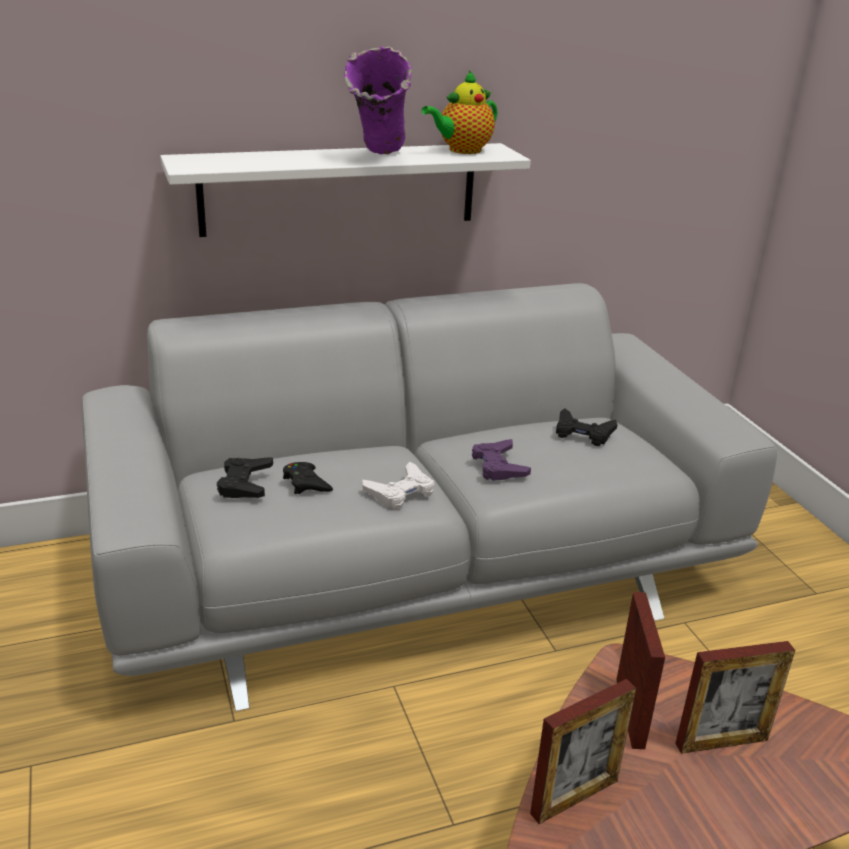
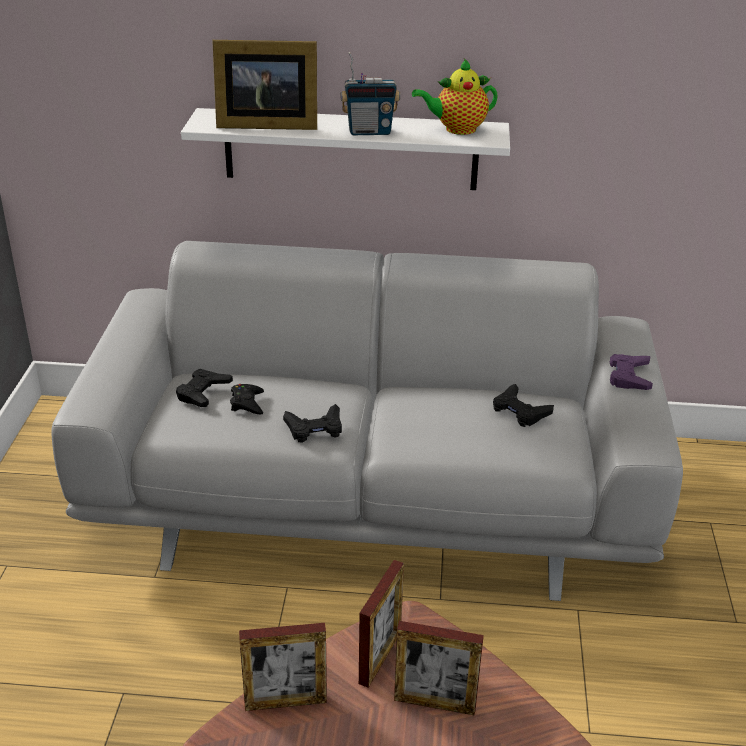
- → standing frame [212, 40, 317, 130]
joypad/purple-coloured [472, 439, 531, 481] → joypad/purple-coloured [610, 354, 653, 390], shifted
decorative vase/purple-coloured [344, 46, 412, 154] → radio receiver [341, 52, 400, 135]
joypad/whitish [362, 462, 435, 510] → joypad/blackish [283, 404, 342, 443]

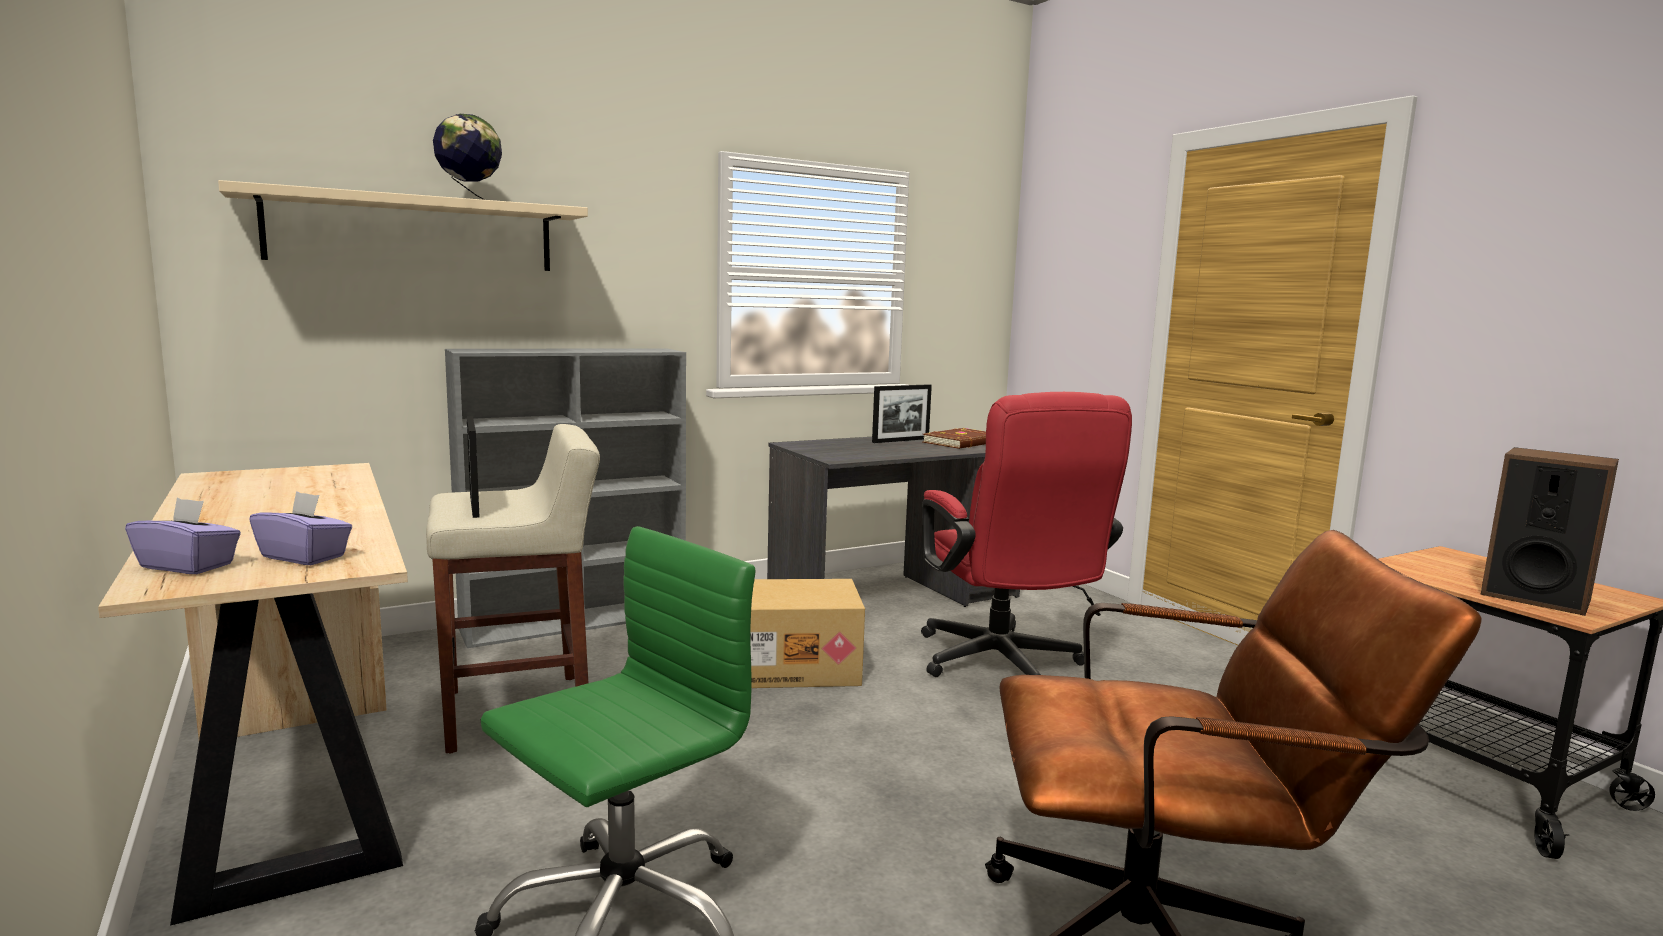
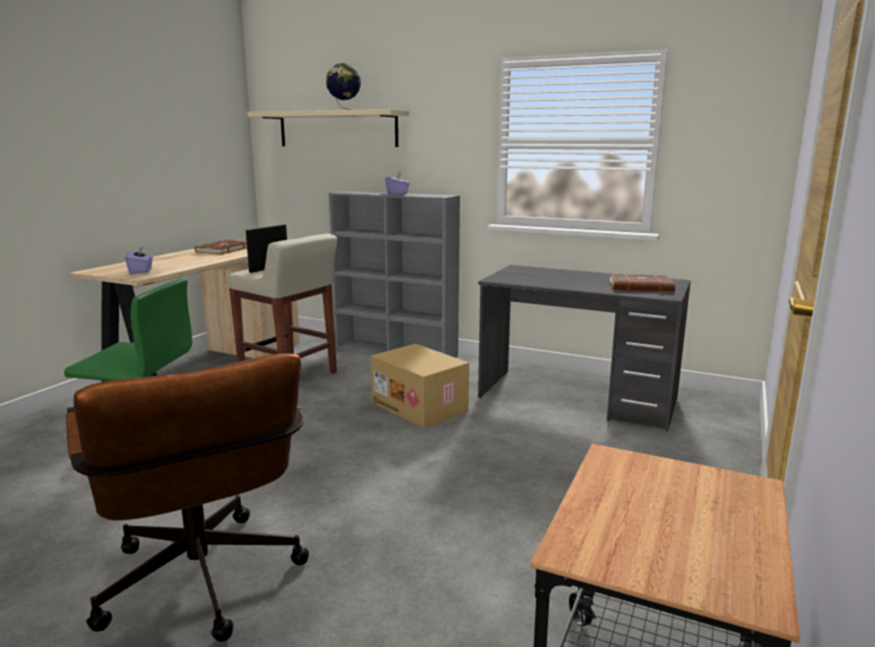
standing frame [872, 384, 932, 443] → -
computer chair/red-coloured [921, 392, 1132, 677] → -
speaker [1481, 447, 1619, 616] → -
- → volume/brown [195, 240, 247, 254]
tissue holder/purple-coloured [125, 498, 241, 574] → tissue holder/purple-coloured [385, 172, 409, 195], shifted

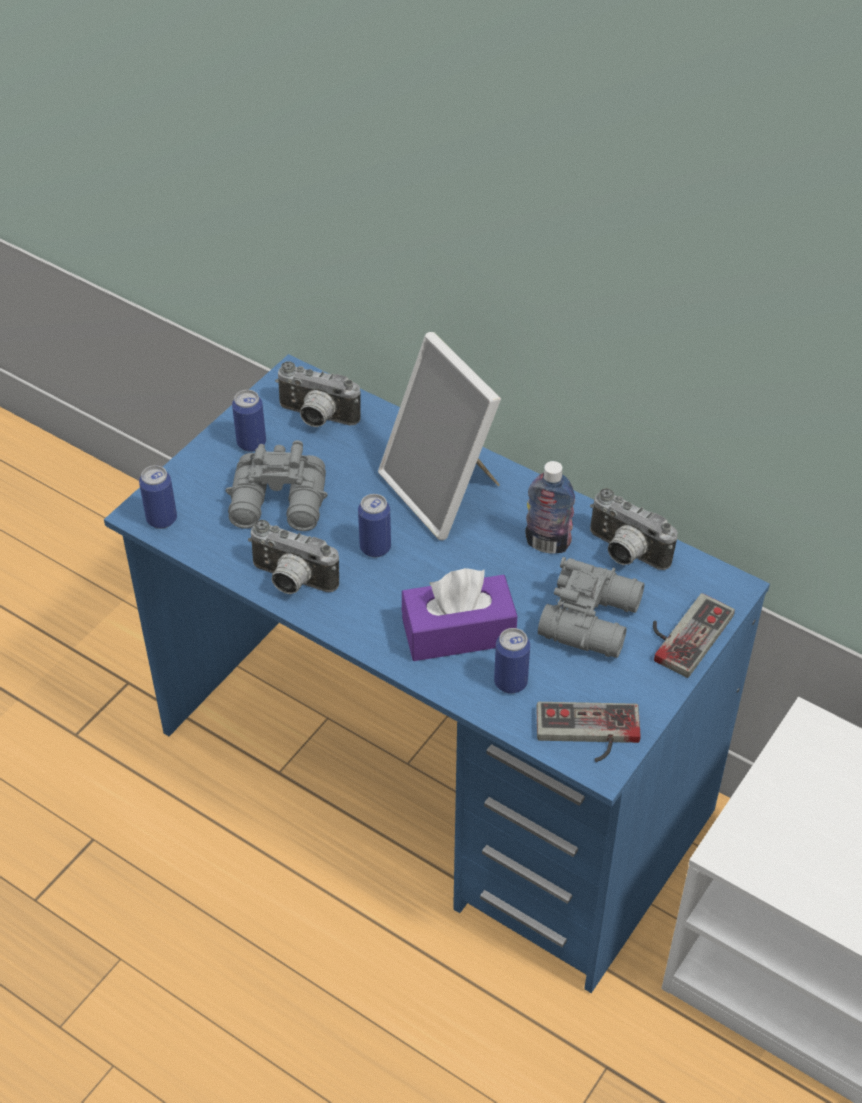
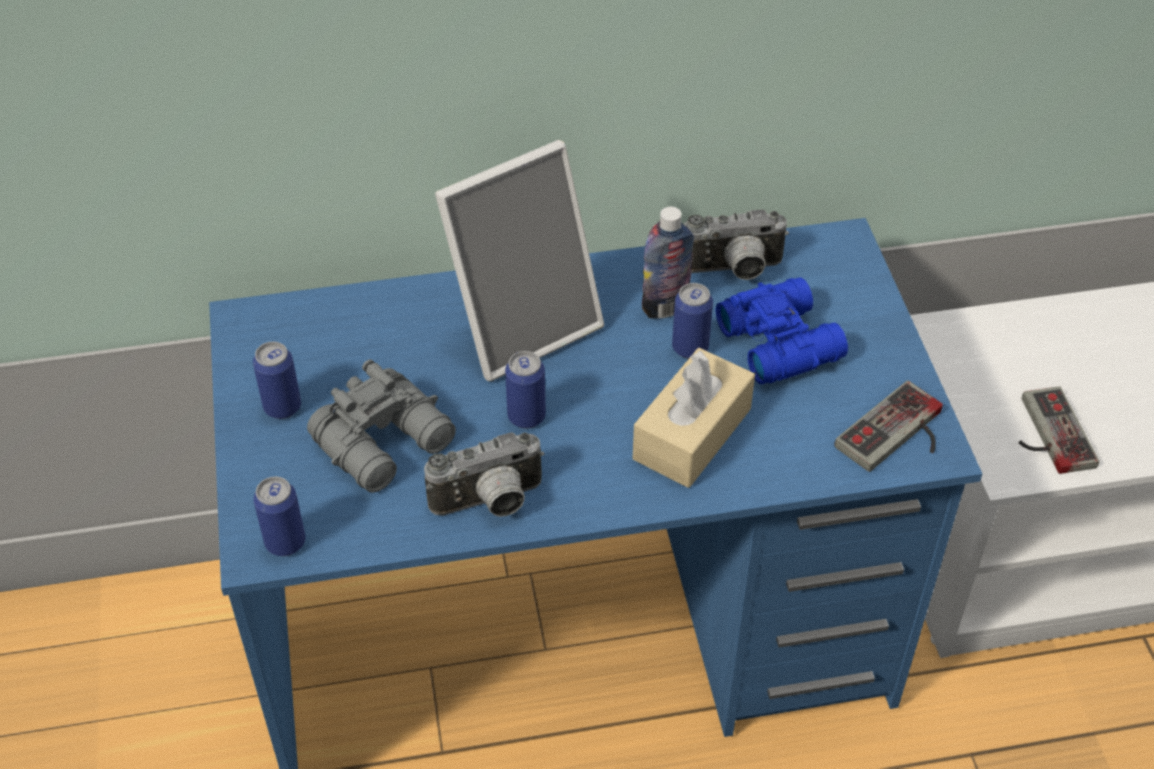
still camera [275, 362, 361, 427] → -
sealed can [494, 628, 530, 694] → sealed can [672, 283, 713, 359], shifted
joypad [653, 593, 735, 678] → joypad [1019, 386, 1099, 474], shifted
tissue holder/purple-coloured [402, 568, 517, 661] → tissue holder/beige [633, 348, 755, 488]
pair of binoculars/gray [538, 557, 645, 658] → pair of binoculars/blue-coloured [715, 277, 848, 385]
standing frame [378, 332, 501, 540] → standing frame [435, 140, 604, 381], 45 degrees counterclockwise

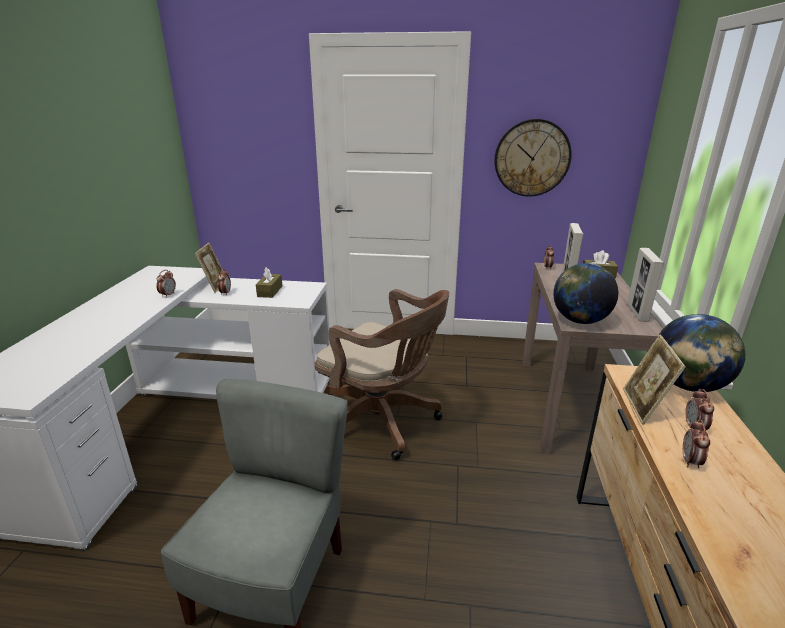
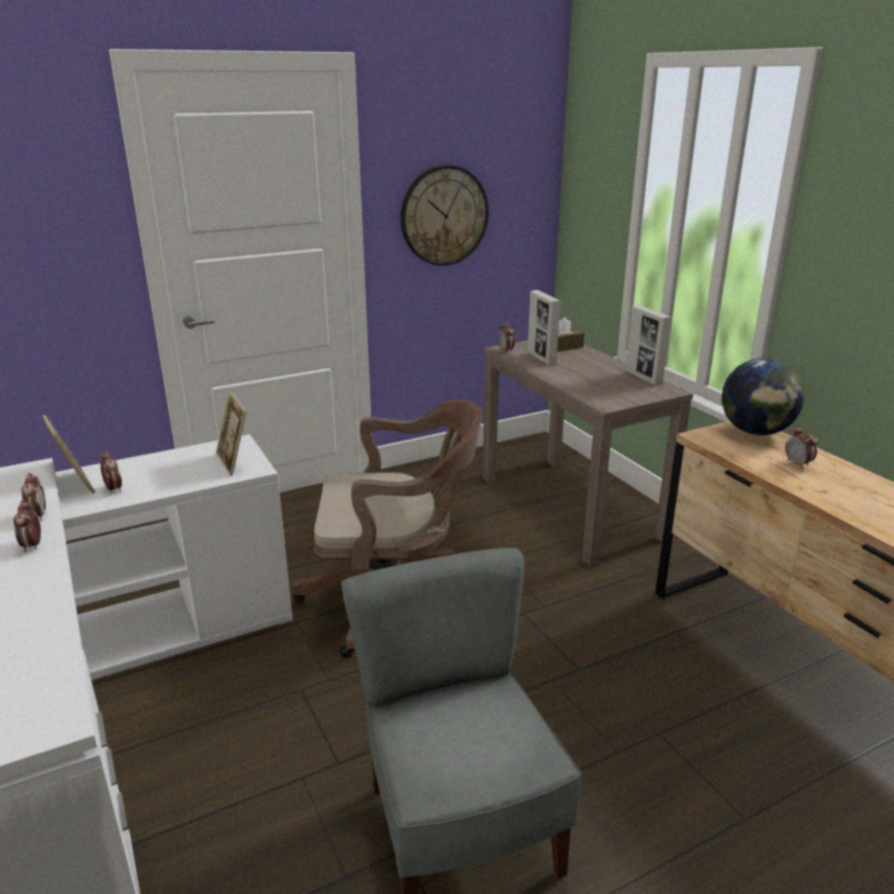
tissue holder/brown [256, 267, 282, 298] → -
world globe [553, 263, 618, 324] → -
standing frame [623, 334, 685, 425] → standing frame [216, 391, 247, 476], shifted
alarm clock [683, 419, 710, 468] → alarm clock [13, 500, 41, 552], shifted

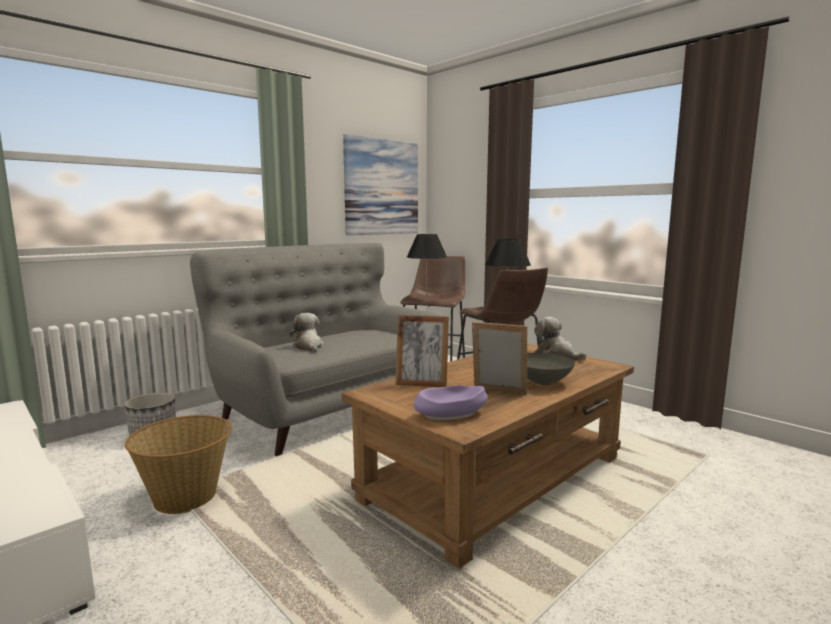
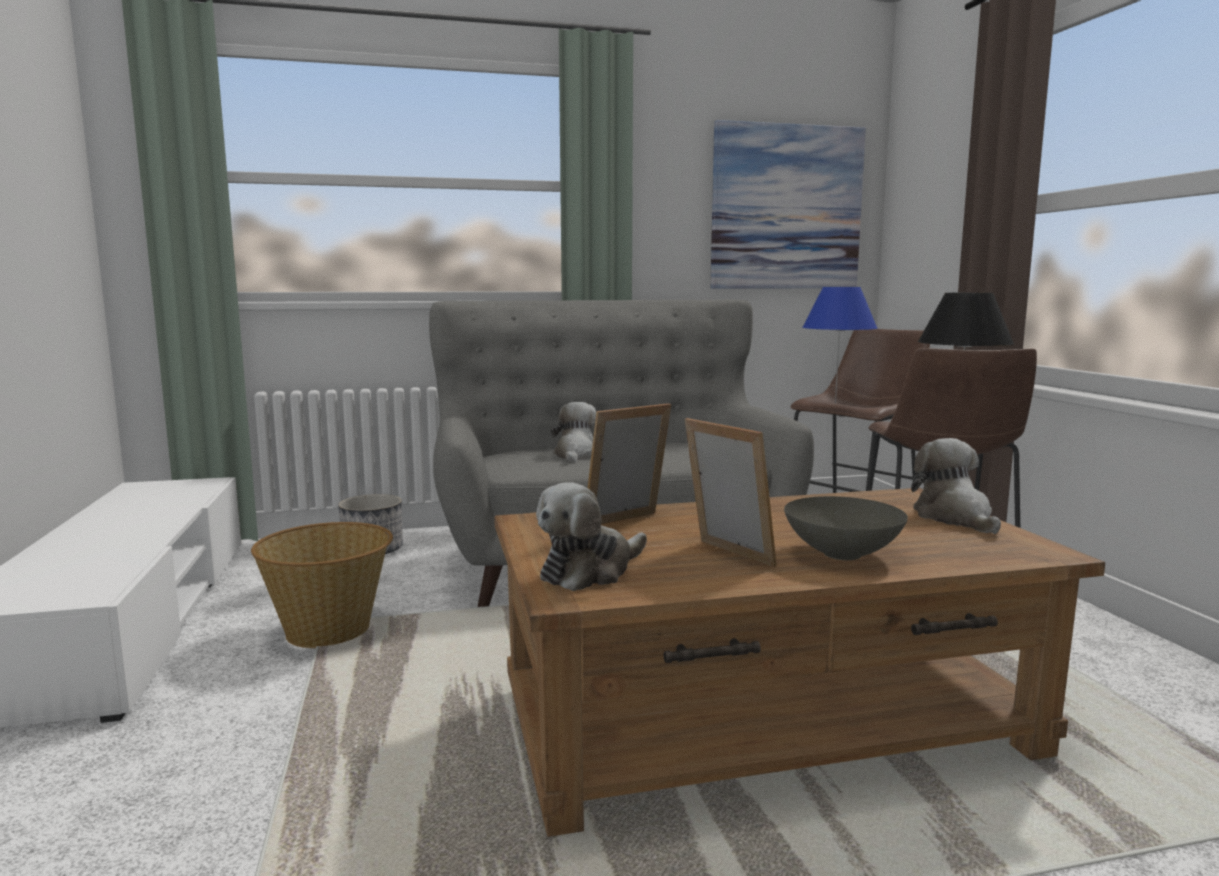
bowl/purple-coloured [413, 385, 488, 420] → plush toy [536, 482, 647, 591]
tabletop lamp/blackish [407, 234, 447, 299] → tabletop lamp/blue-coloured [802, 287, 878, 403]
standing frame [396, 315, 449, 387] → standing frame [588, 403, 671, 524], 105 degrees clockwise

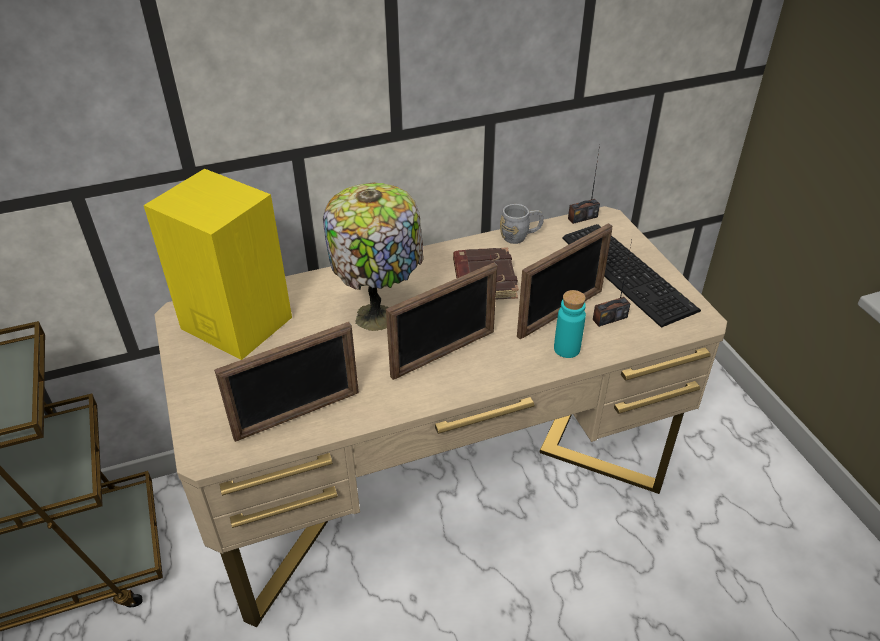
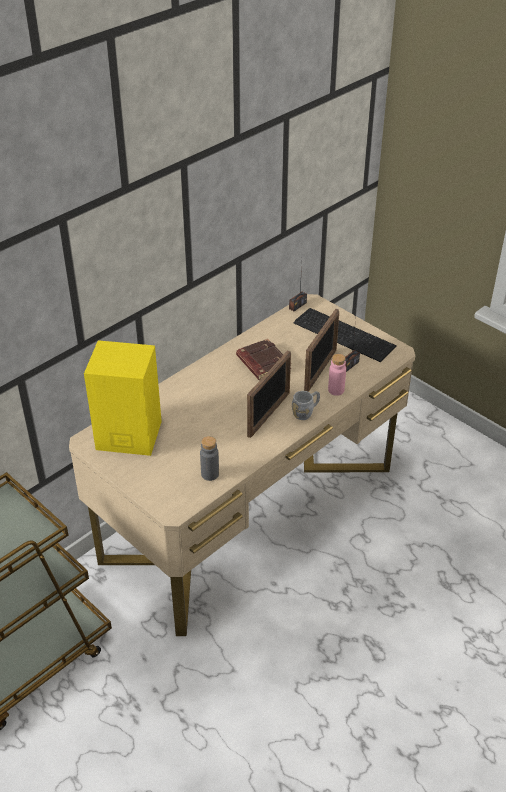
tabletop lamp [323, 183, 423, 331] → -
coffee mug/gray [500, 204, 544, 244] → coffee mug/gray [292, 391, 320, 420], shifted
standing frame [214, 322, 359, 442] → beverage bottle/gray [200, 436, 219, 481]
beverage bottle/turquoise-coloured [554, 290, 586, 358] → beverage bottle/pinkish [328, 354, 346, 396]

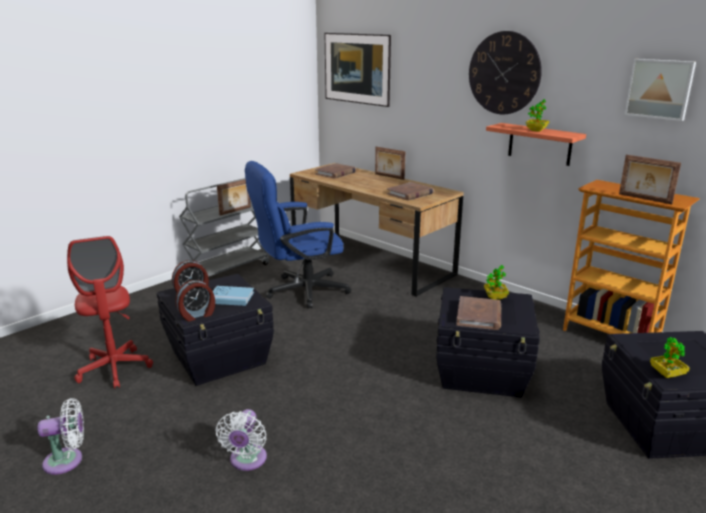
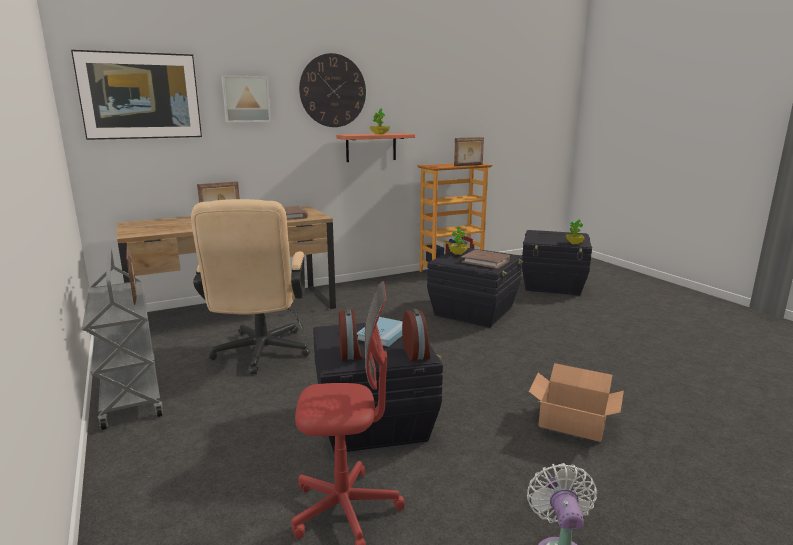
volume/brown [315, 163, 356, 179] → -
picture [624, 59, 696, 121] → picture [222, 75, 271, 122], shifted
cooling fan/whitish [216, 409, 267, 471] → packing box [529, 363, 624, 442]
computer chair/blue-coloured [245, 161, 351, 308] → computer chair/beige [191, 199, 310, 374]

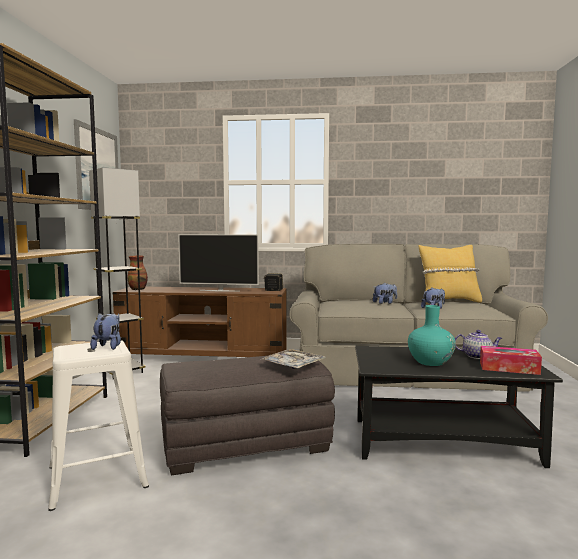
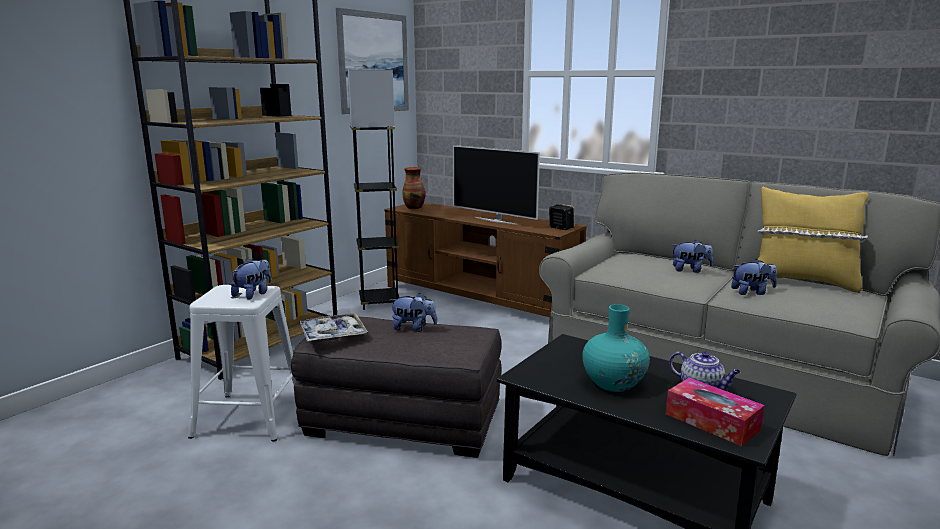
- → plush toy [390, 293, 437, 332]
tray [260, 349, 326, 369] → tray [299, 313, 368, 341], shifted

